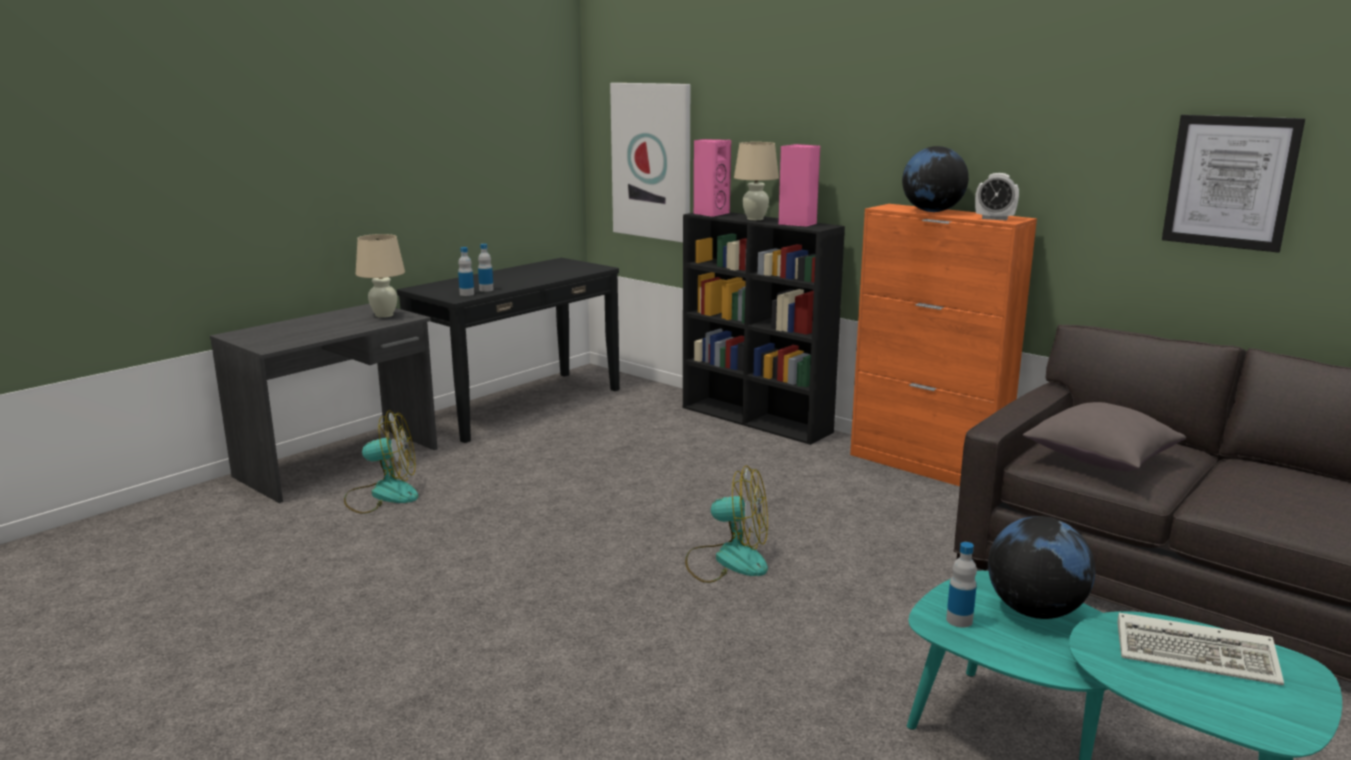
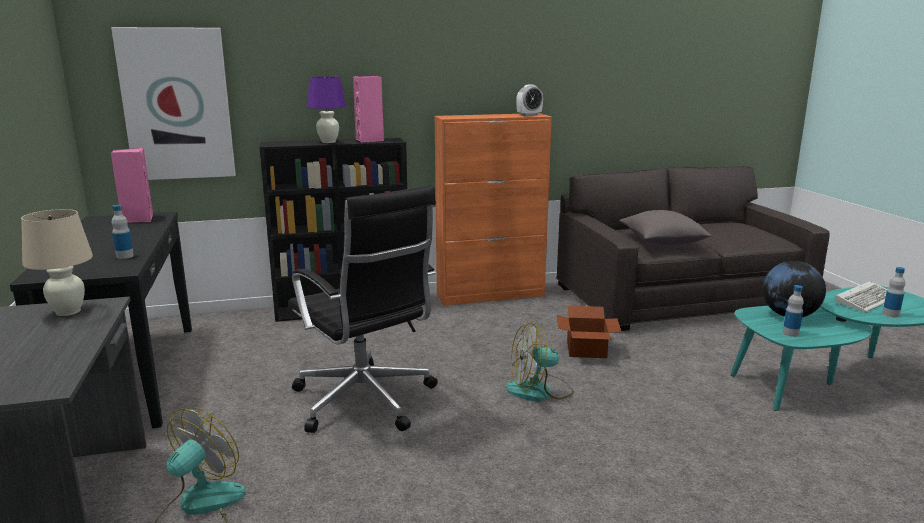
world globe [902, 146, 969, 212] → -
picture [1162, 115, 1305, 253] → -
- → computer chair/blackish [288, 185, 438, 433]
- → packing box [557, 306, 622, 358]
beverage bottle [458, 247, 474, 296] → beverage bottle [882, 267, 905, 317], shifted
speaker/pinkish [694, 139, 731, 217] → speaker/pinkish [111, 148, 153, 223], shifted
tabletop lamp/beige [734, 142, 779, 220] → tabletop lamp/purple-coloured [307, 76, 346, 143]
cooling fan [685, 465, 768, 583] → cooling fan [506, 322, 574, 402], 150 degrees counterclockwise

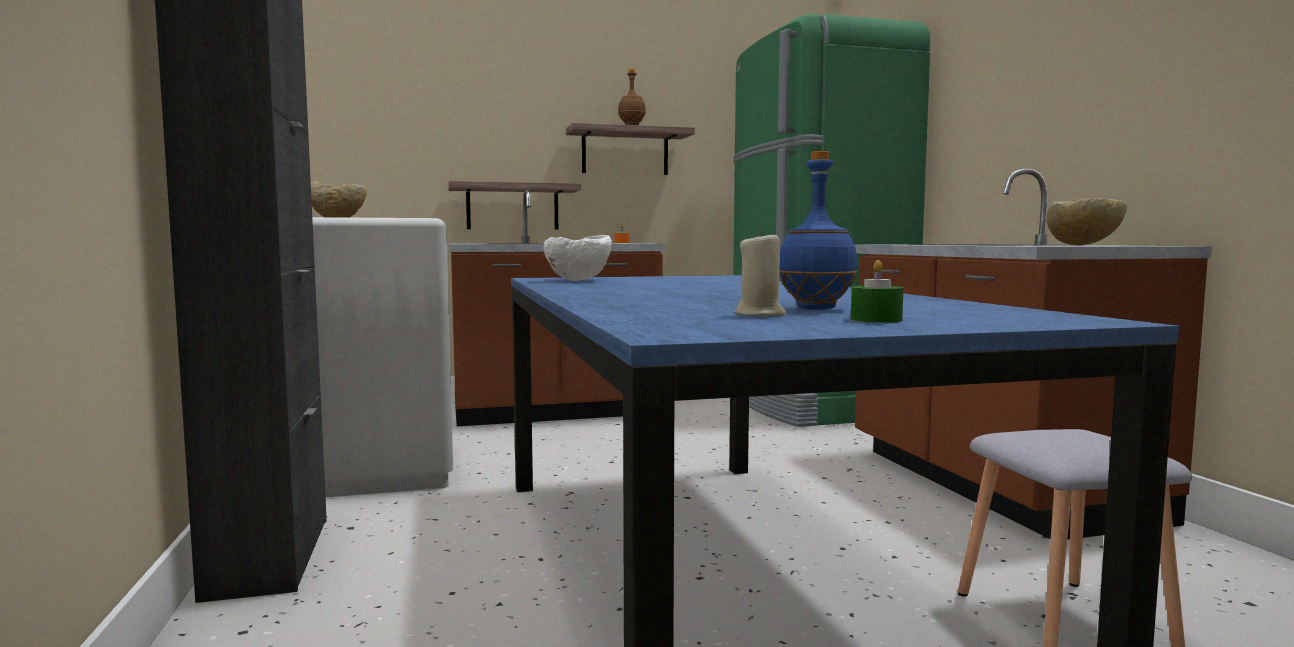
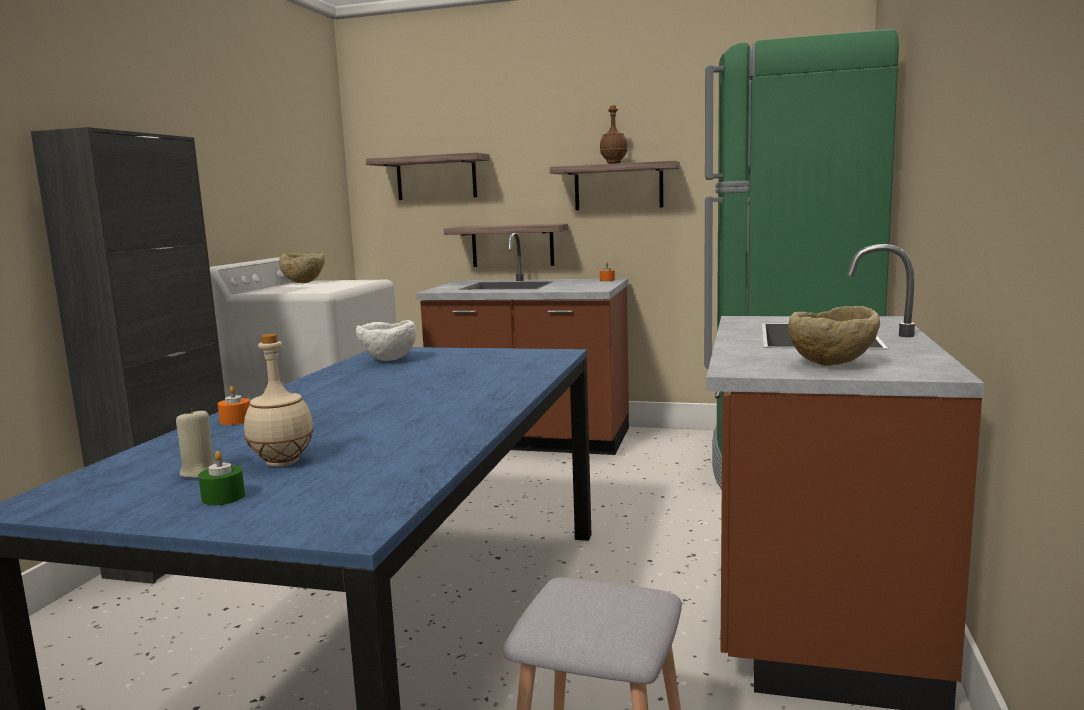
- → wax candle/orangey [218, 386, 250, 425]
- → wall shelf [366, 152, 490, 200]
beverage bottle/blue-coloured [779, 151, 858, 310] → beverage bottle/beige [244, 334, 314, 467]

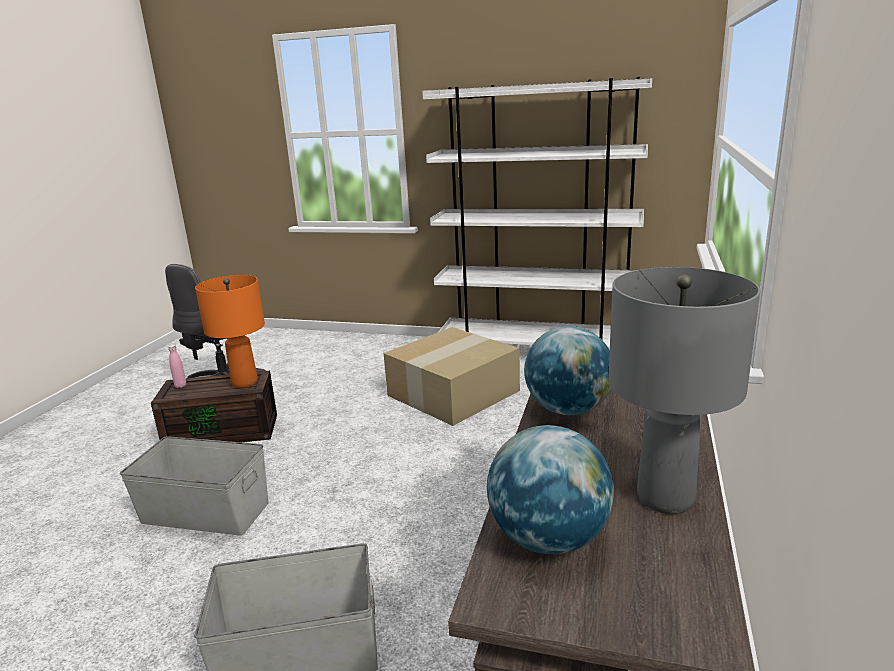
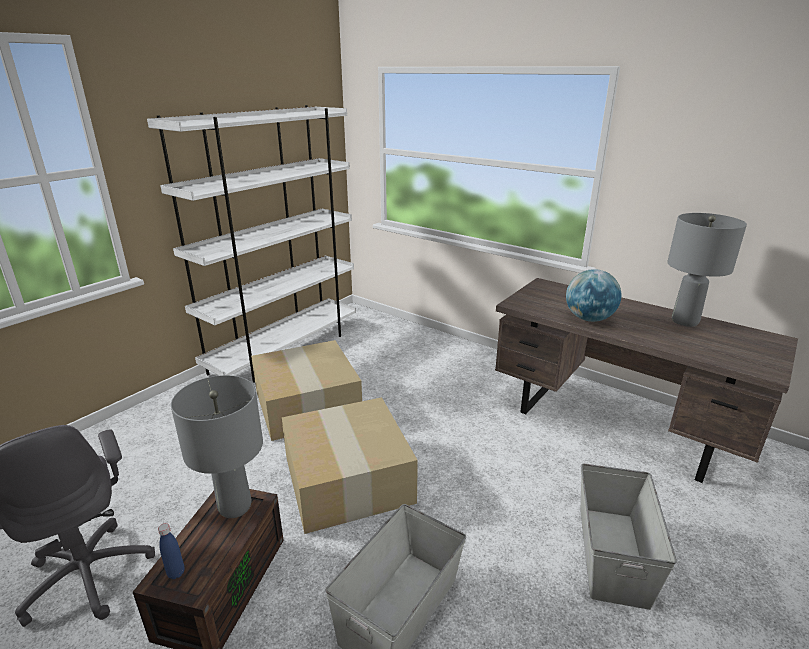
world globe [487, 425, 614, 554] → -
- → packing box [282, 397, 418, 534]
beverage bottle/pinkish [168, 345, 186, 388] → beverage bottle/blue-coloured [158, 523, 185, 579]
tabletop lamp/orangey [195, 275, 265, 388] → tabletop lamp/gray [171, 375, 263, 518]

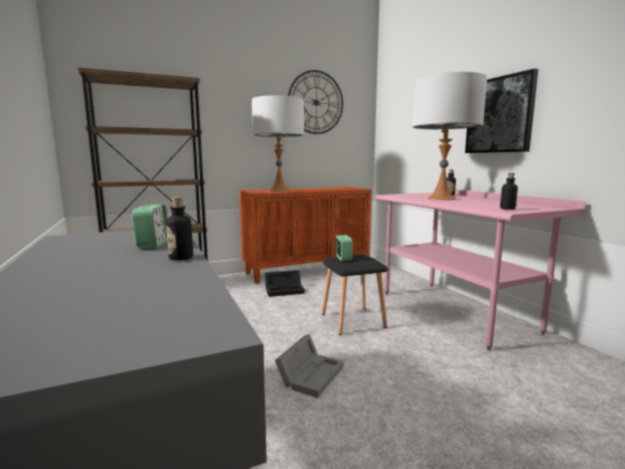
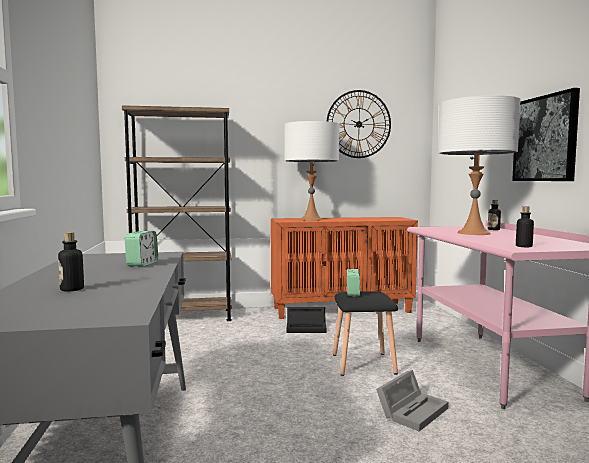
beverage bottle [166, 197, 193, 260] → beverage bottle [58, 232, 84, 292], shifted
storage box/gray [275, 334, 343, 398] → storage box/gray [376, 370, 449, 431], shifted

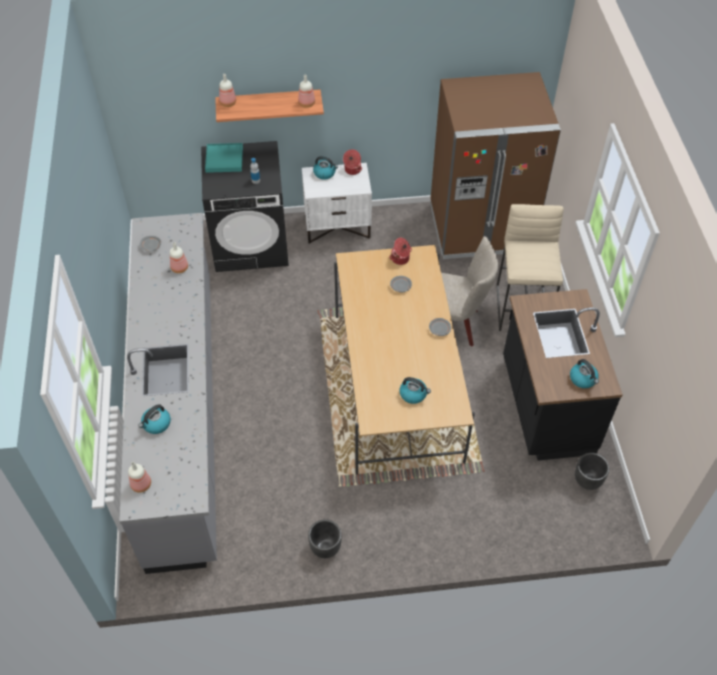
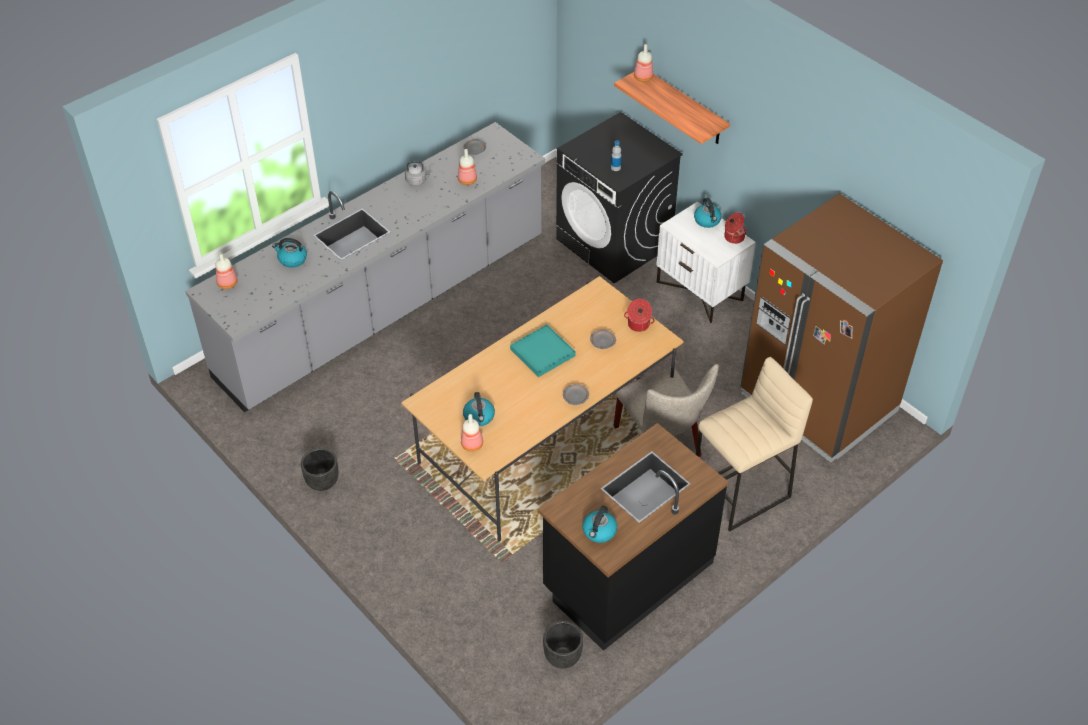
- → kettle/gray [405, 161, 432, 186]
tray/turquoise-coloured [205, 143, 243, 173] → tray/turquoise-coloured [510, 325, 575, 377], shifted
beverage bottle [298, 75, 315, 108] → beverage bottle [461, 414, 483, 452], shifted

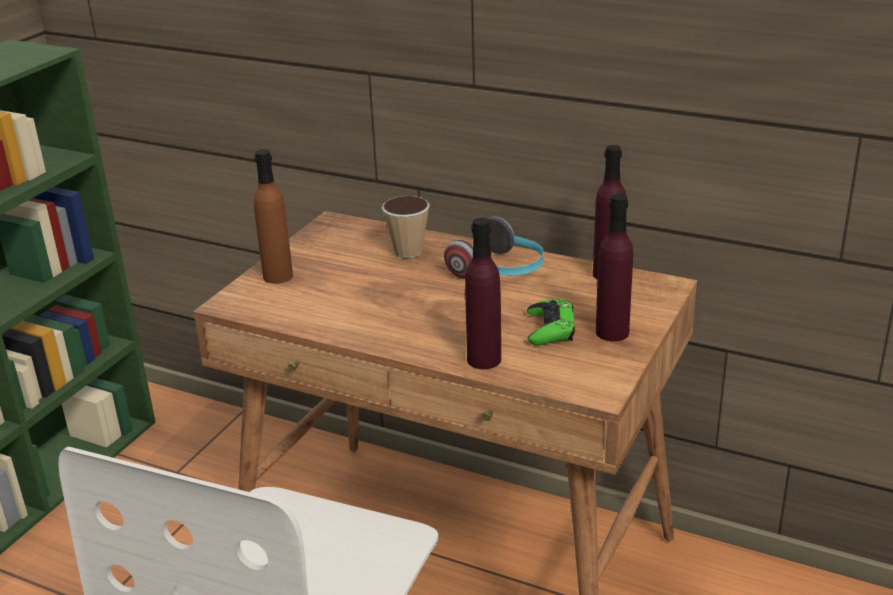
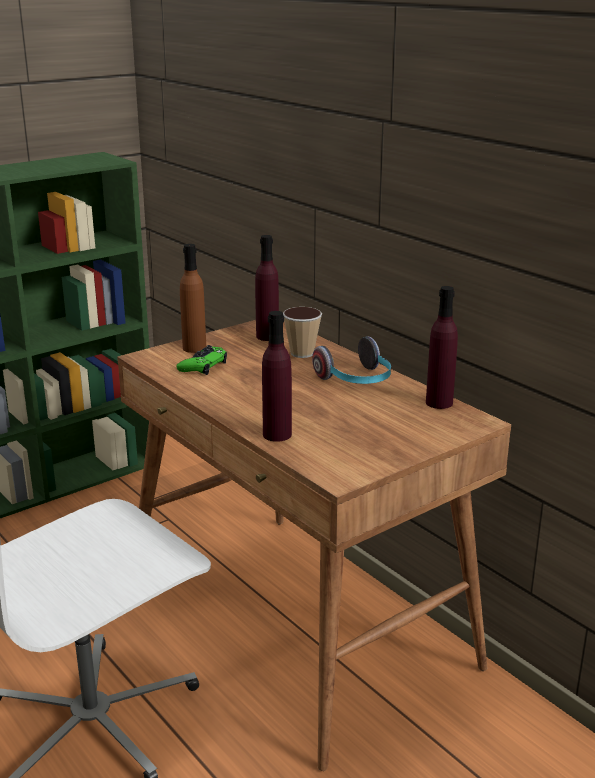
joypad/green [527, 299, 575, 345] → joypad/green [176, 345, 227, 375], shifted
beverage bottle/purple-coloured [596, 194, 633, 342] → beverage bottle/purple-coloured [255, 235, 279, 341], shifted

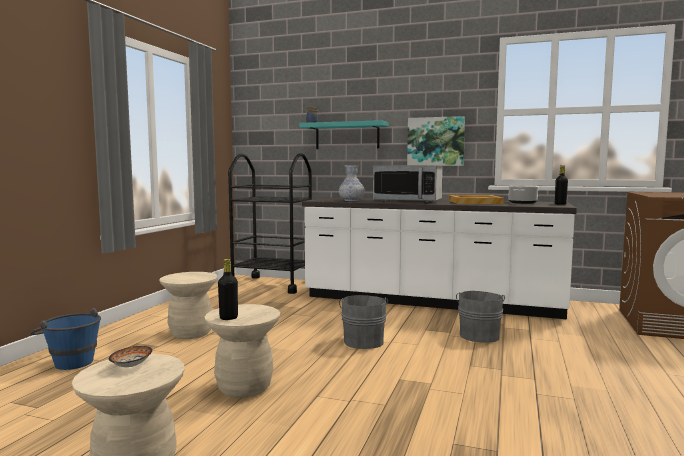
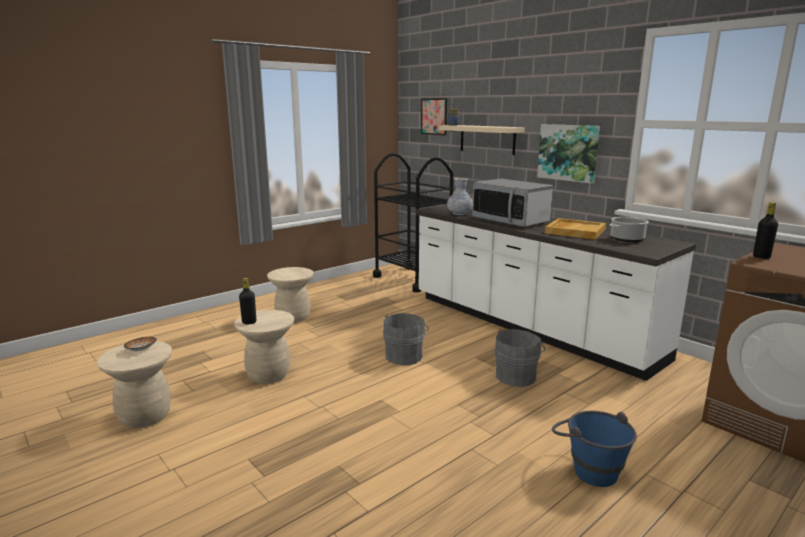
- → picture [421, 98, 447, 135]
pail/blue-coloured [30, 308, 101, 370] → pail/blue-coloured [552, 411, 637, 487], shifted
beverage bottle/blackish [555, 165, 568, 205] → beverage bottle/blackish [753, 202, 778, 259], shifted
wall shelf/turquoise-coloured [299, 120, 389, 149] → wall shelf/beige [439, 125, 525, 155]

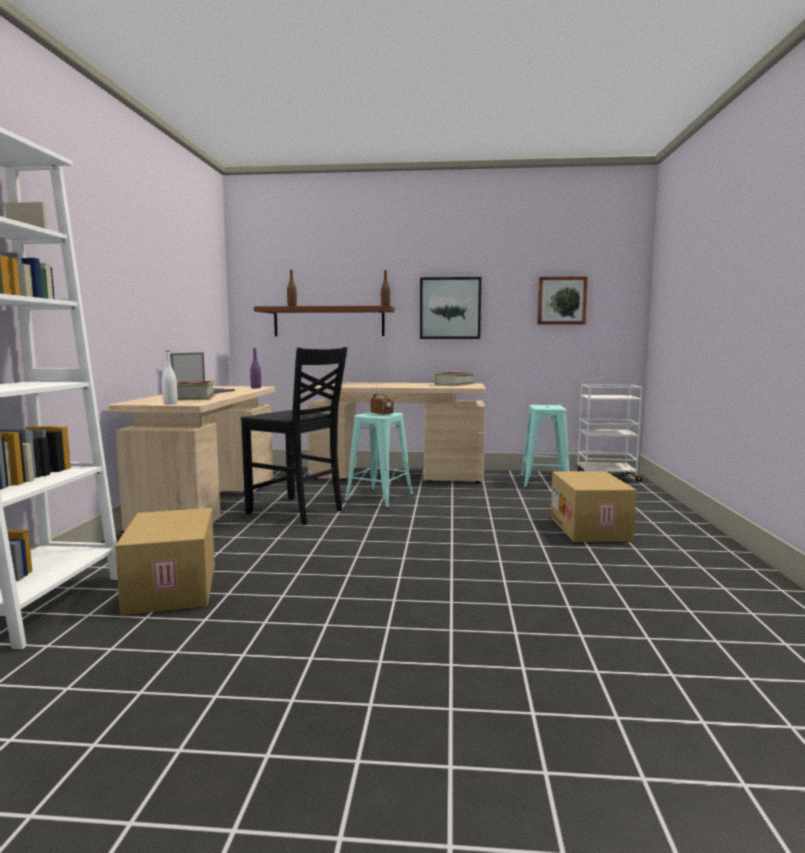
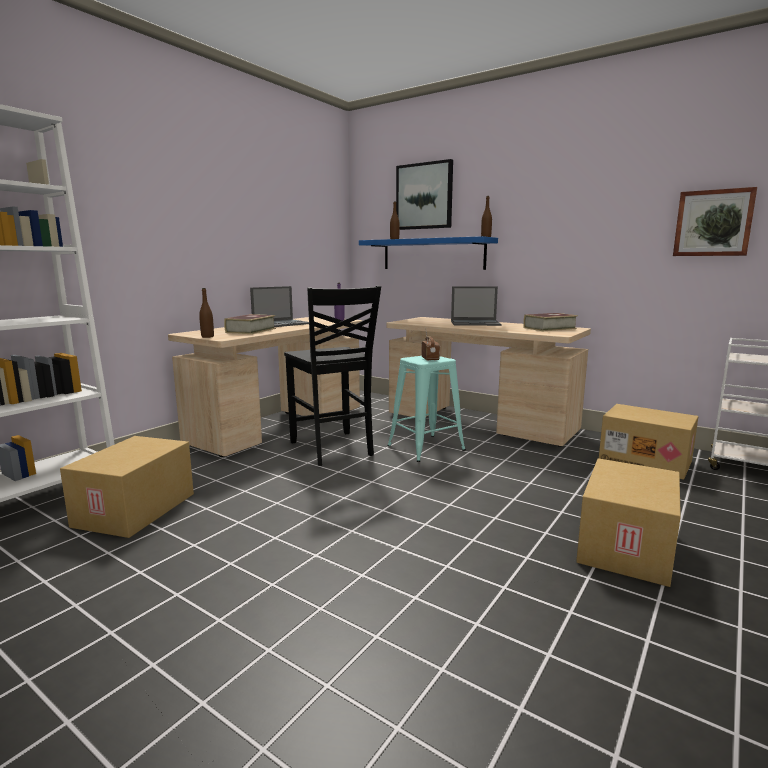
- → portable computer [451, 286, 502, 326]
picture [420, 277, 481, 339] → picture [396, 159, 453, 230], shifted
sitting stool/turquoise-coloured [520, 405, 570, 488] → packing box [599, 404, 699, 480]
beverage bottle/whitish [162, 351, 178, 405] → beverage bottle/brown [199, 288, 214, 338]
wall shelf/brown [254, 306, 395, 336] → wall shelf/blue-coloured [359, 236, 498, 270]

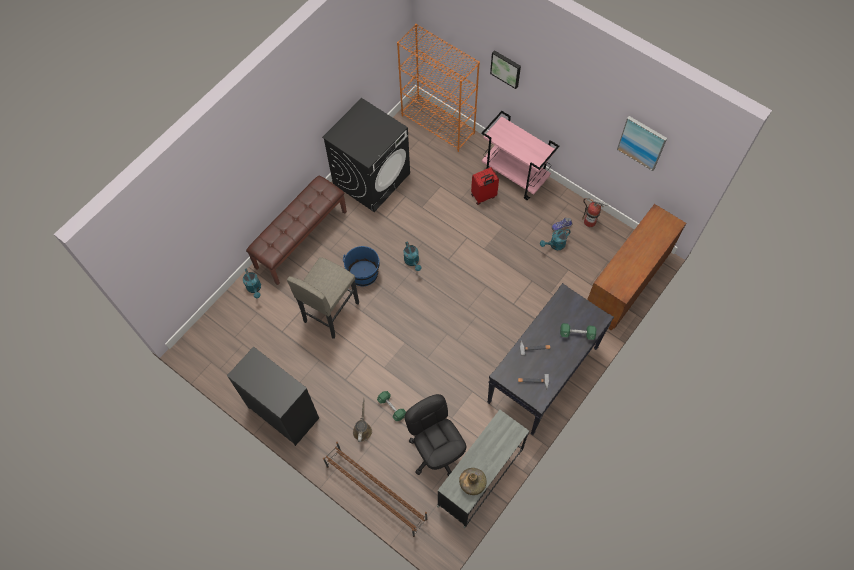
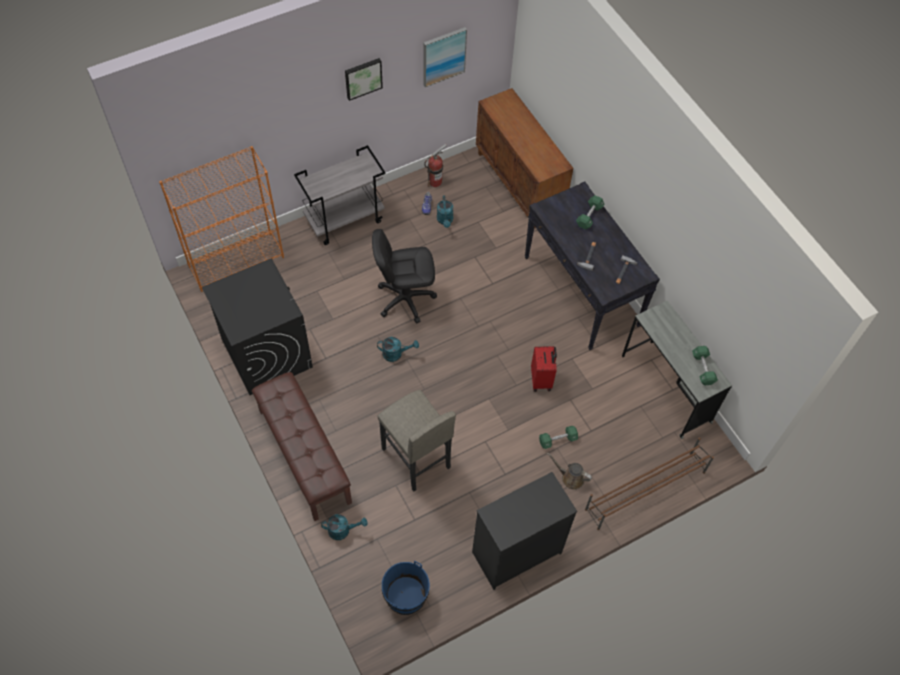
pail/blue-coloured [343, 246, 380, 286] → pail/blue-coloured [382, 561, 430, 615], shifted
computer chair/blackish [405, 394, 466, 476] → computer chair/blackish [372, 229, 437, 323], shifted
piece of luggage/red-coloured [471, 167, 499, 205] → piece of luggage/red-coloured [531, 346, 557, 392], shifted
picture [490, 50, 521, 89] → picture [345, 58, 383, 101], shifted
beverage bottle/green [459, 468, 487, 495] → hand weight/green [692, 346, 718, 385]
wheeled cart/pinkish [481, 111, 559, 200] → wheeled cart/gray [294, 145, 386, 245]

